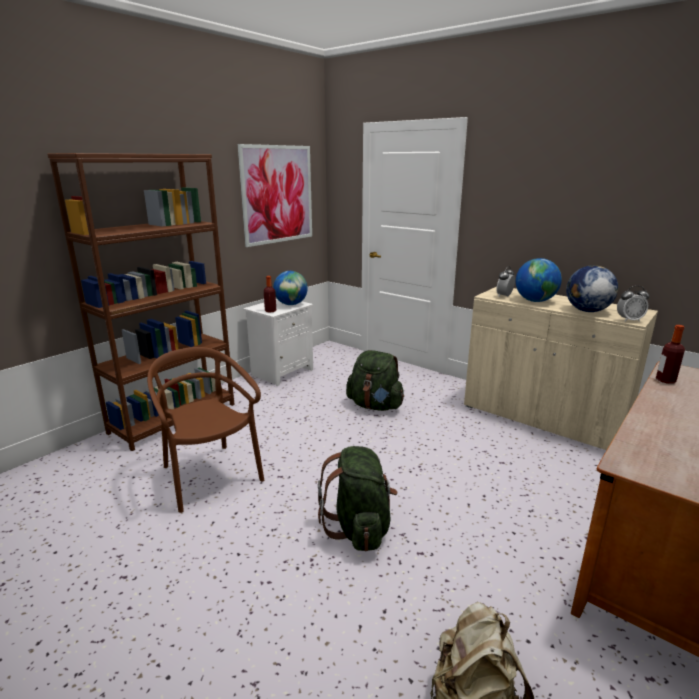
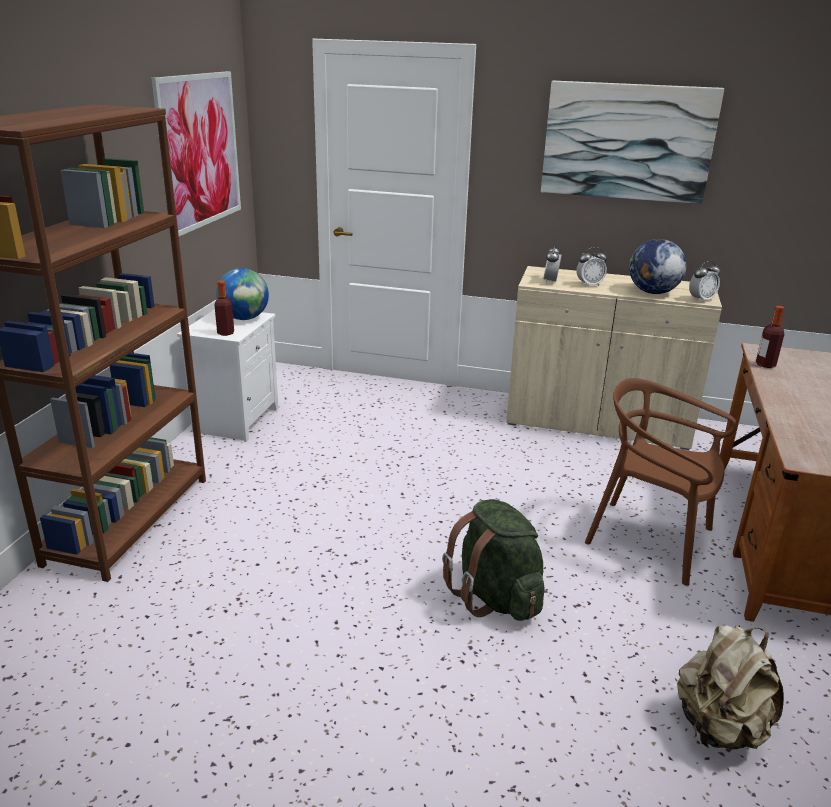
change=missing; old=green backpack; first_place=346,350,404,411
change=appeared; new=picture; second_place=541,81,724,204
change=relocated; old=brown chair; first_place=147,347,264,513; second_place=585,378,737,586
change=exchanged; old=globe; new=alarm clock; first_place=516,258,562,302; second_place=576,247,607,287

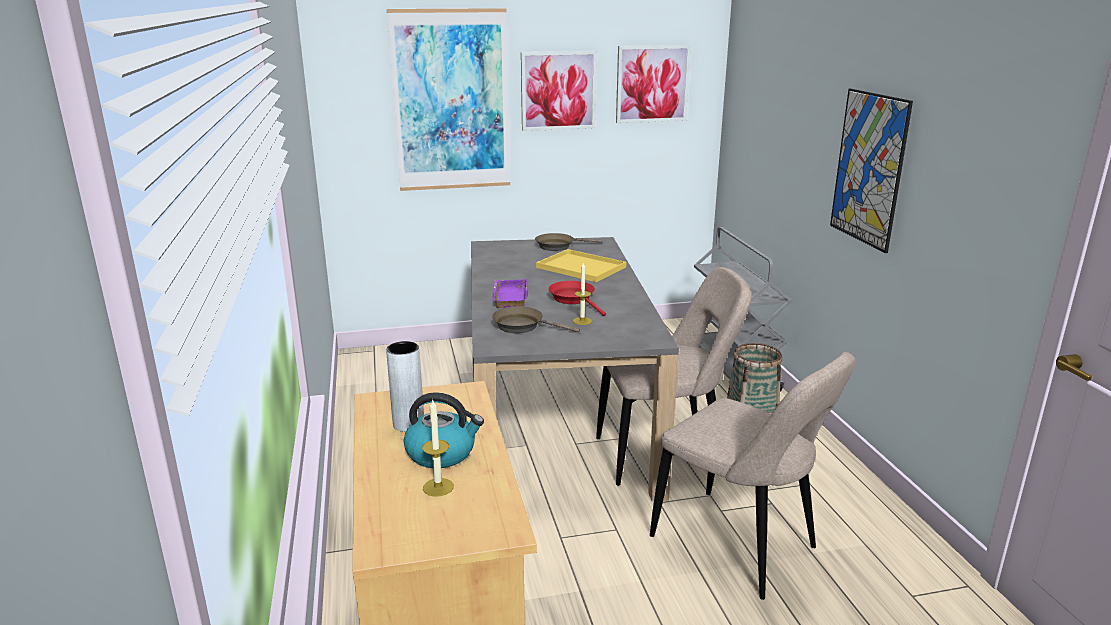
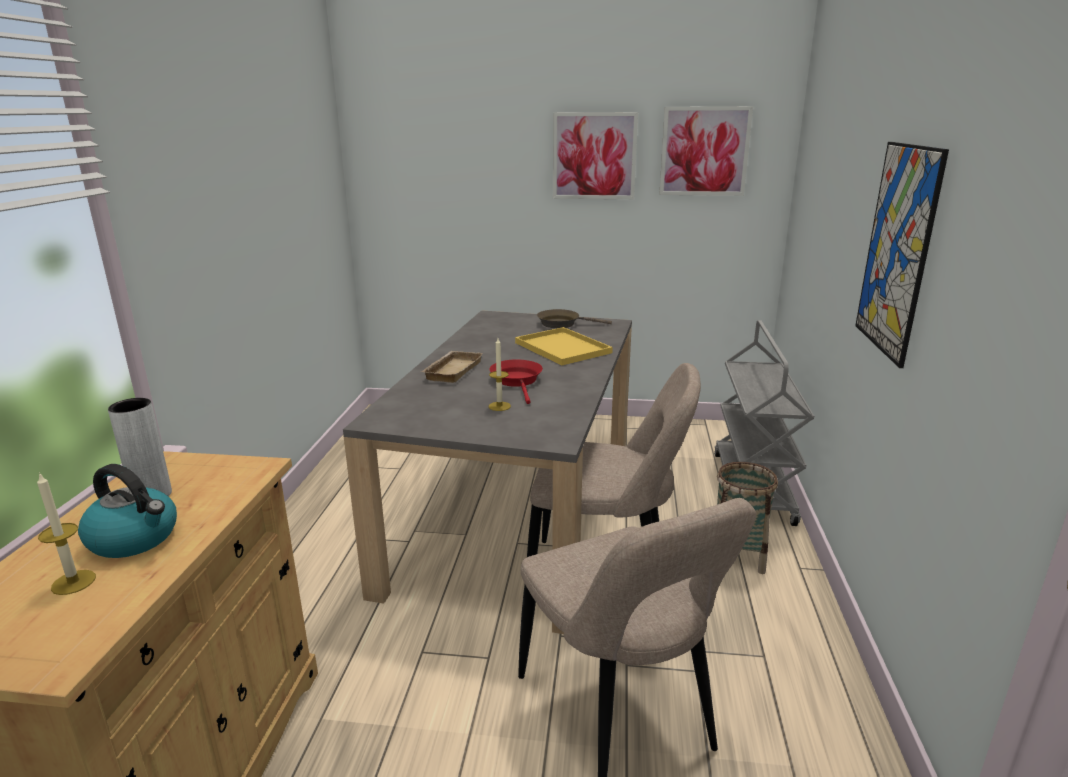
change=missing; old=picture; first_place=387,8,510,191
change=missing; old=brown frying pan; first_place=492,306,580,333
change=colour; old=purple tray; new=beige tray; first_place=492,279,527,308; second_place=421,351,483,383

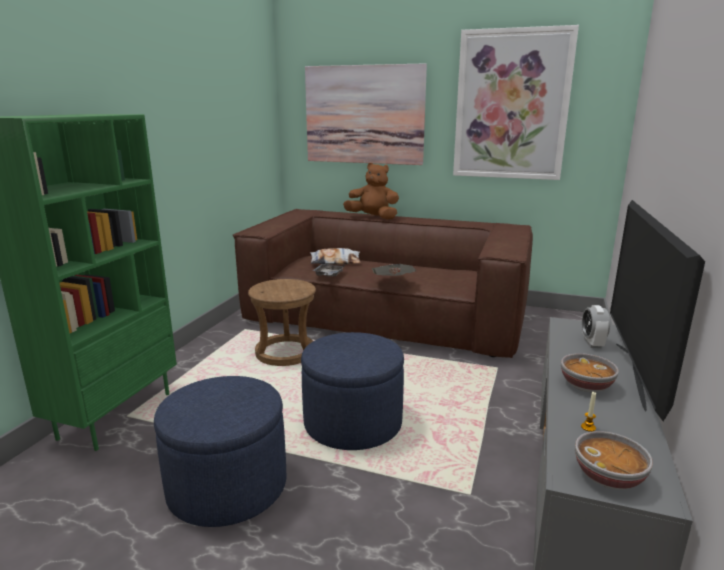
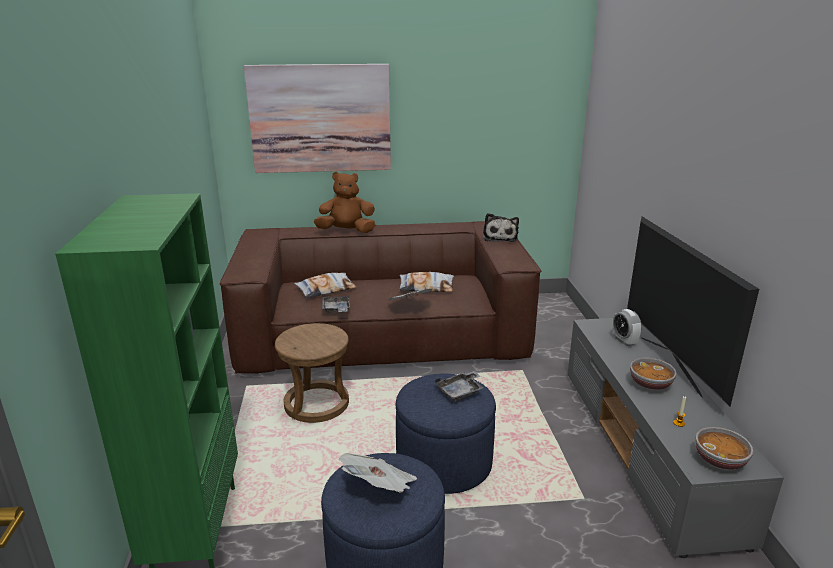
change=missing; old=picture; first_place=453,25,579,180
change=appeared; new=newspaper; second_place=339,453,417,492
change=appeared; new=pillow; second_place=399,272,454,292
change=appeared; new=grey tray; second_place=435,371,484,401
change=appeared; new=plush toy; second_place=483,213,519,242

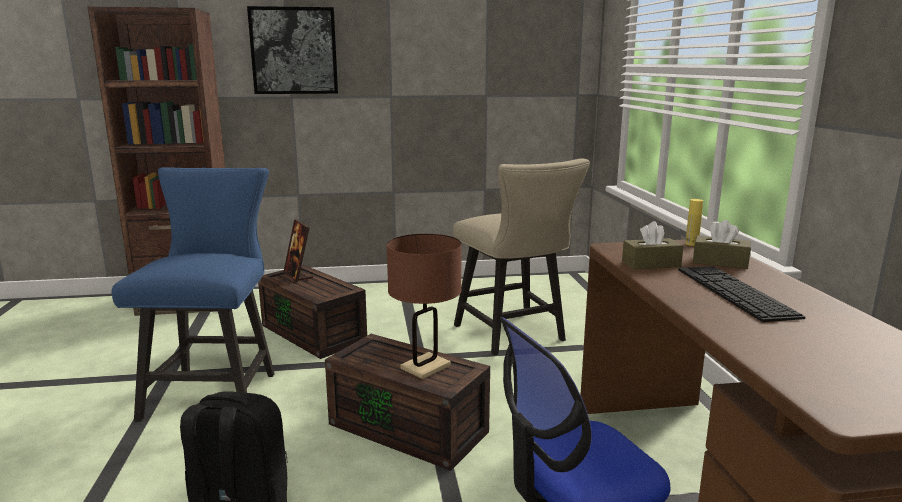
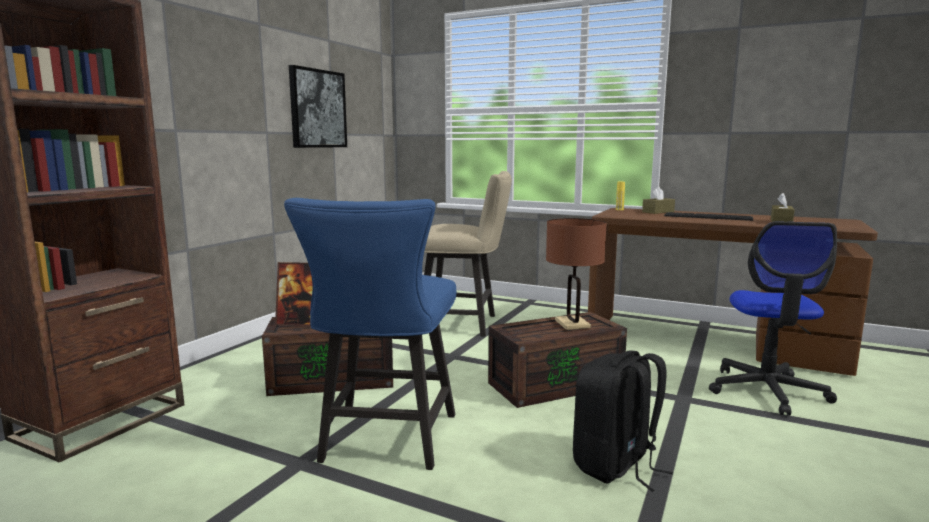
change=relocated; old=picture; first_place=247,6,338,94; second_place=289,65,347,148
change=relocated; old=brown tissue box; first_place=622,221,684,270; second_place=771,193,795,222
change=spun; old=blue chair; first_place=112,167,275,422; second_place=284,198,456,470; degrees=-120

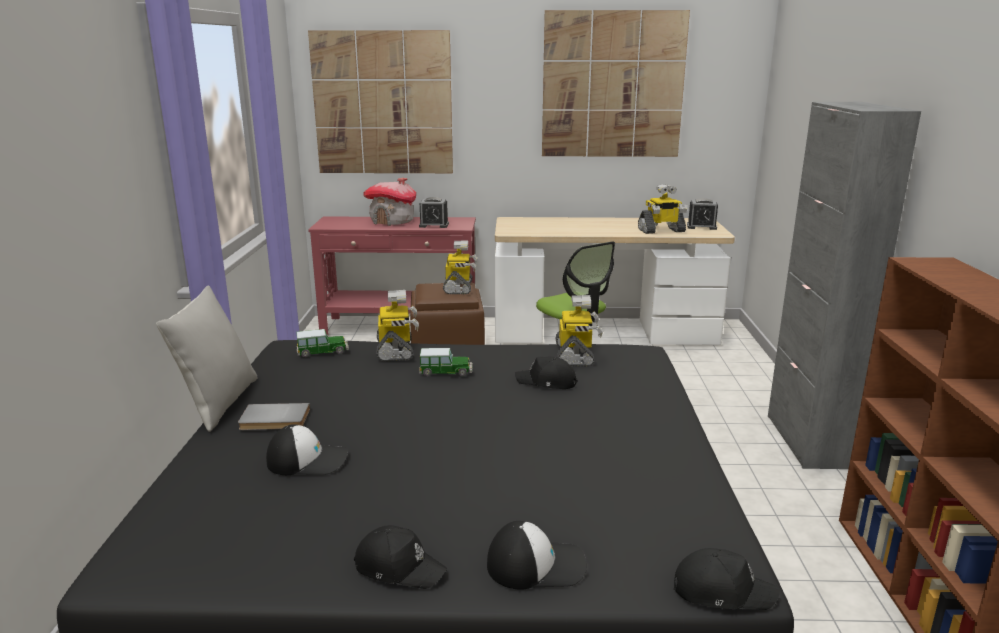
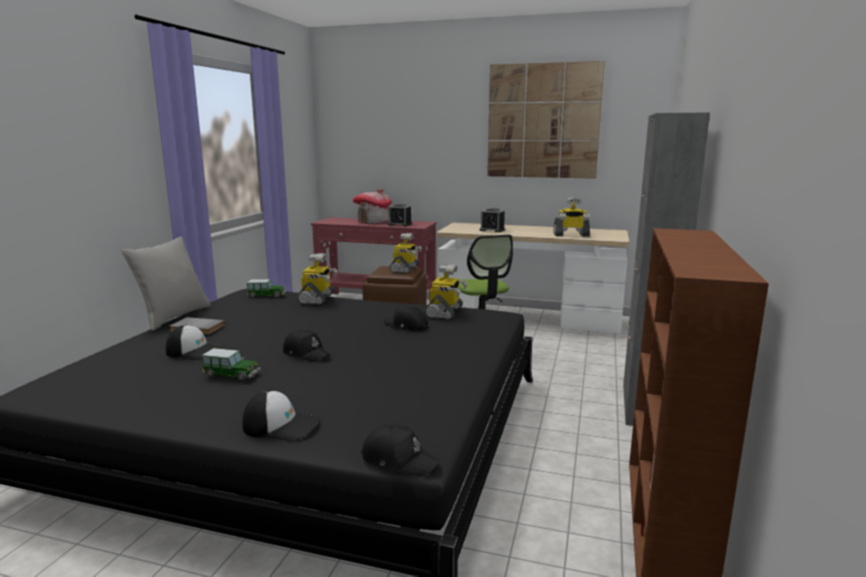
change=missing; old=picture; first_place=308,30,453,173
change=relocated; old=black cap; first_place=354,525,447,589; second_place=283,329,330,362
change=relocated; old=toy car; first_place=419,348,473,376; second_place=202,348,261,381
change=relocated; old=alarm clock; first_place=687,198,718,230; second_place=480,208,505,232

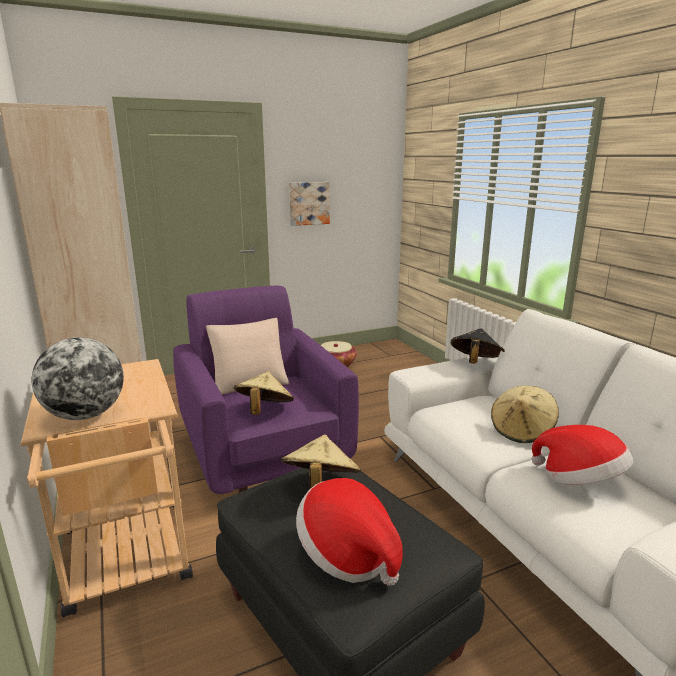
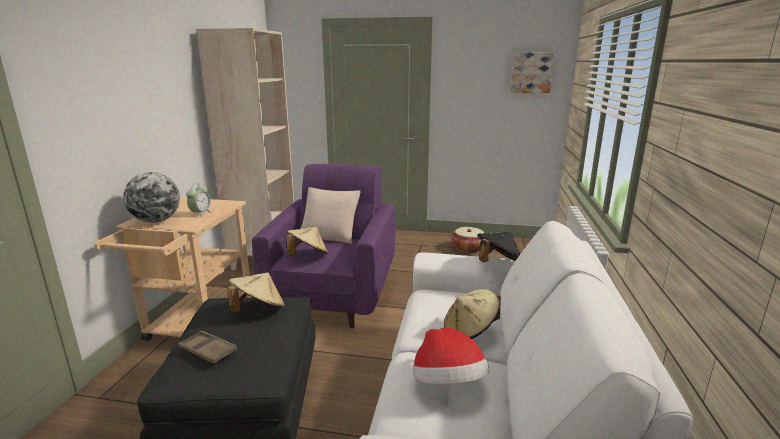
change=appeared; new=alarm clock; second_place=186,183,212,218
change=relocated; old=picture; first_place=289,182,330,226; second_place=511,53,554,93
change=exchanged; old=hat; new=brown tray; first_place=296,478,403,586; second_place=178,331,237,364

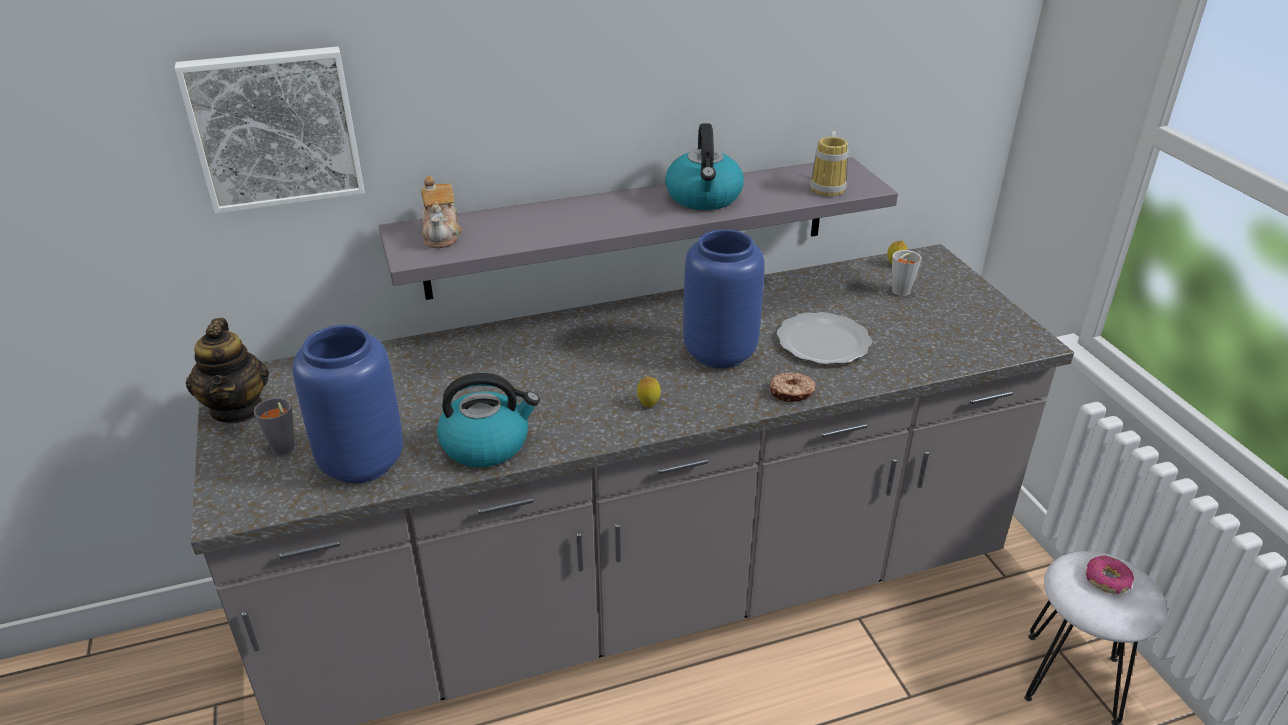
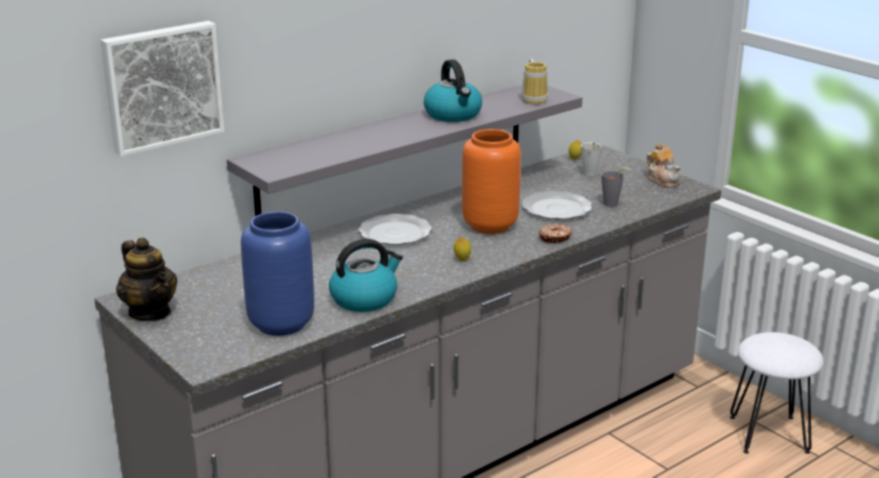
change=missing; old=donut; first_place=1086,556,1134,594
change=appeared; new=plate; second_place=358,214,432,245
change=relocated; old=grey cup; first_place=253,397,295,454; second_place=601,168,632,207
change=relocated; old=teapot; first_place=421,176,462,248; second_place=646,143,681,188
change=colour; old=blue vase; new=orange vase; first_place=683,229,765,368; second_place=462,129,521,234

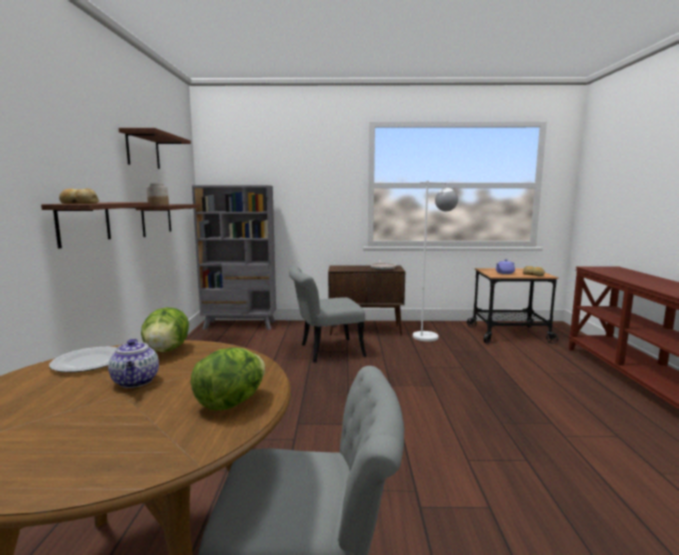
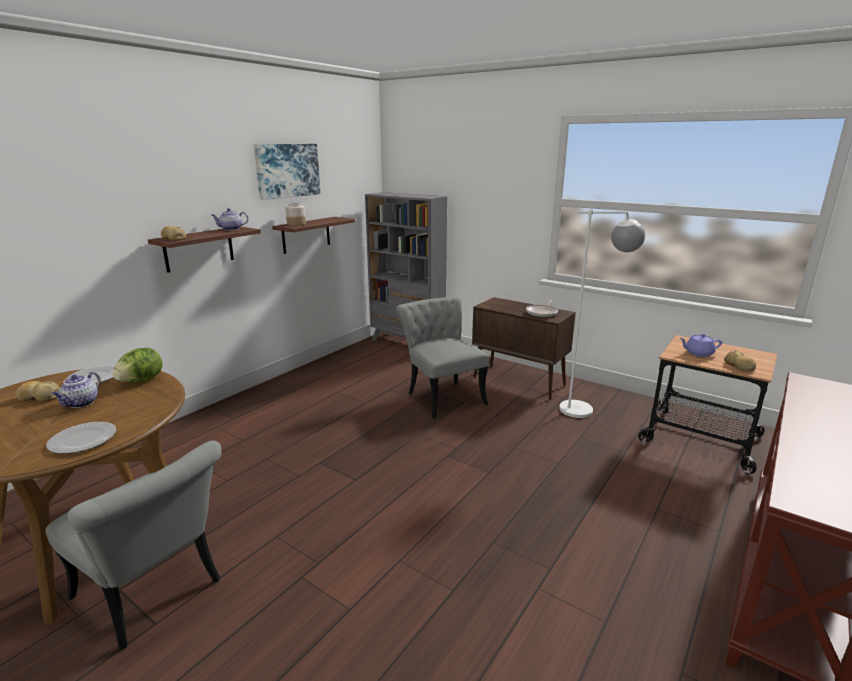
change=appeared; new=bread; second_place=16,381,60,402
change=appeared; new=teapot; second_place=212,208,248,230
change=exchanged; old=shelf; new=picture; first_place=119,128,191,169; second_place=254,144,320,200
change=exchanged; old=lettuce; new=plate; first_place=191,348,265,411; second_place=46,422,116,454
change=spun; old=grey chair; first_place=289,266,367,362; second_place=396,297,489,419; degrees=45

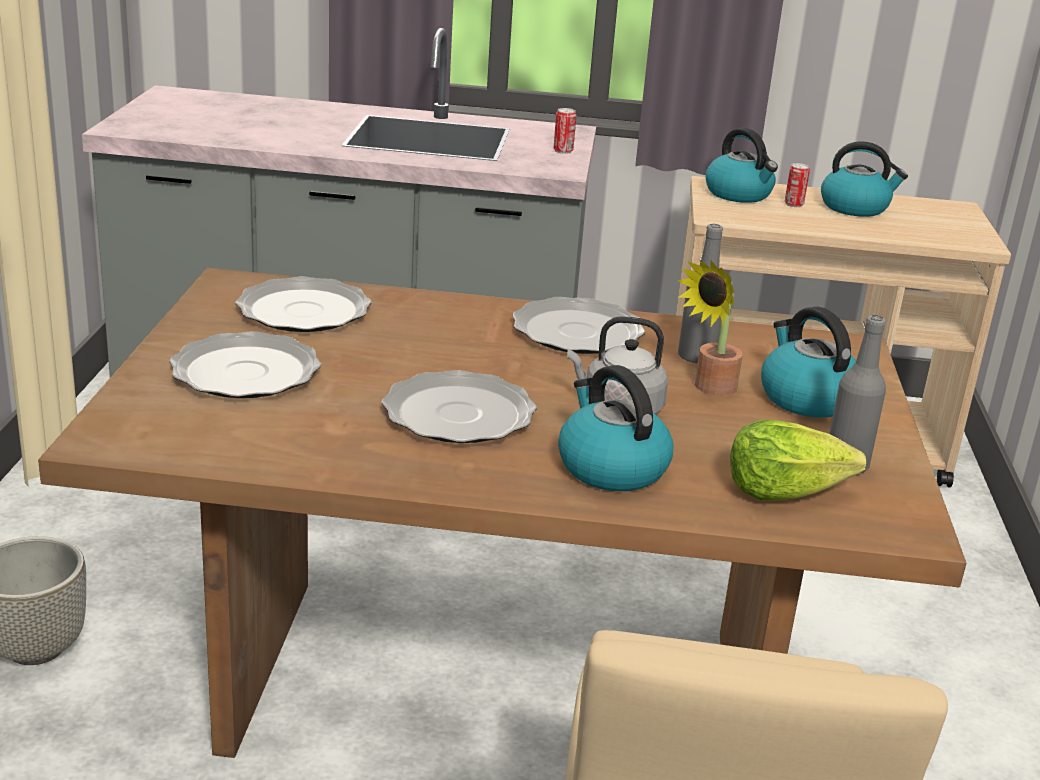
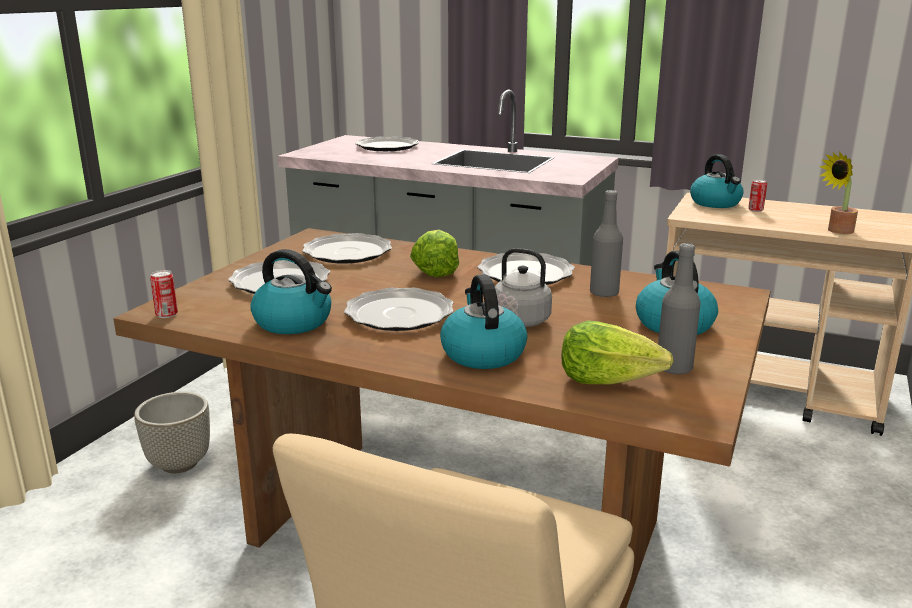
change=appeared; new=plate; second_place=356,136,418,151
change=appeared; new=lettuce; second_place=410,230,459,277
change=relocated; old=can; first_place=554,108,577,154; second_place=150,270,178,318
change=relocated; old=potted plant; first_place=678,259,743,396; second_place=819,152,858,234
change=relocated; old=kettle; first_place=821,141,908,217; second_place=250,249,332,334

